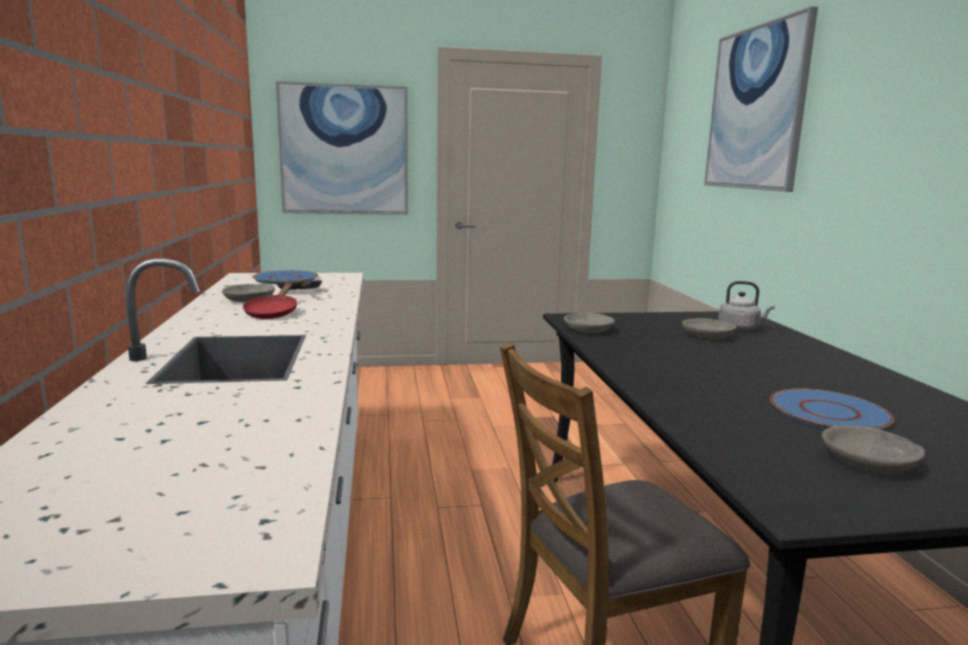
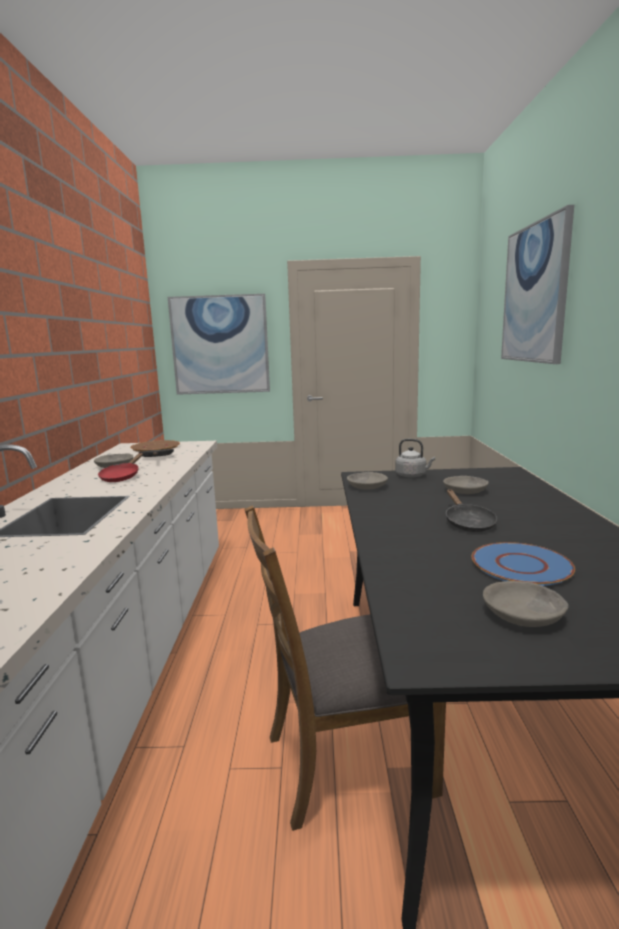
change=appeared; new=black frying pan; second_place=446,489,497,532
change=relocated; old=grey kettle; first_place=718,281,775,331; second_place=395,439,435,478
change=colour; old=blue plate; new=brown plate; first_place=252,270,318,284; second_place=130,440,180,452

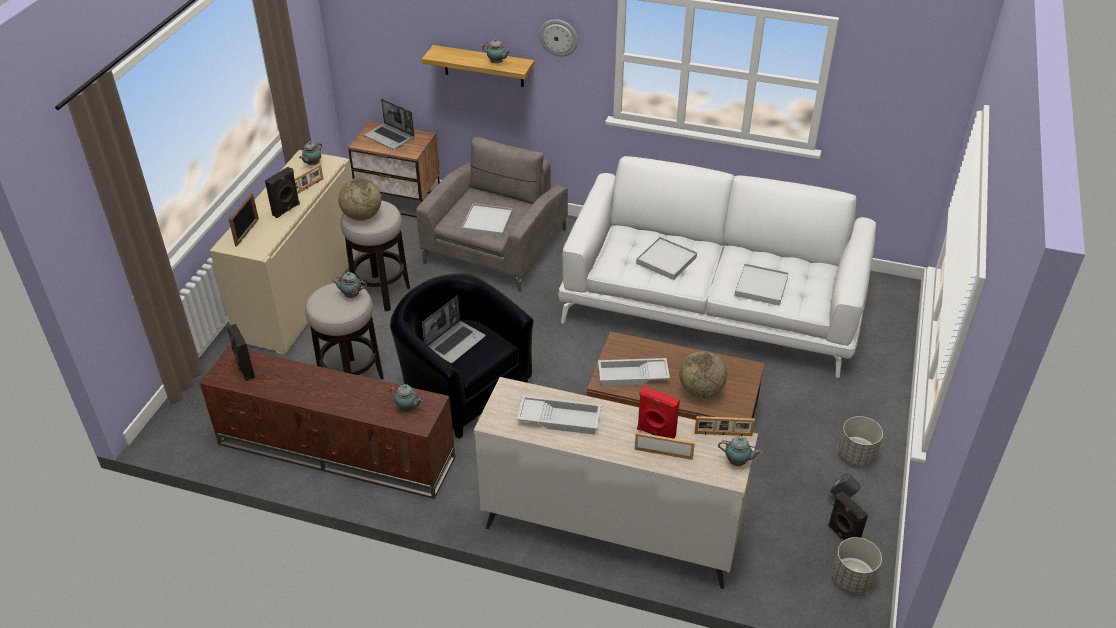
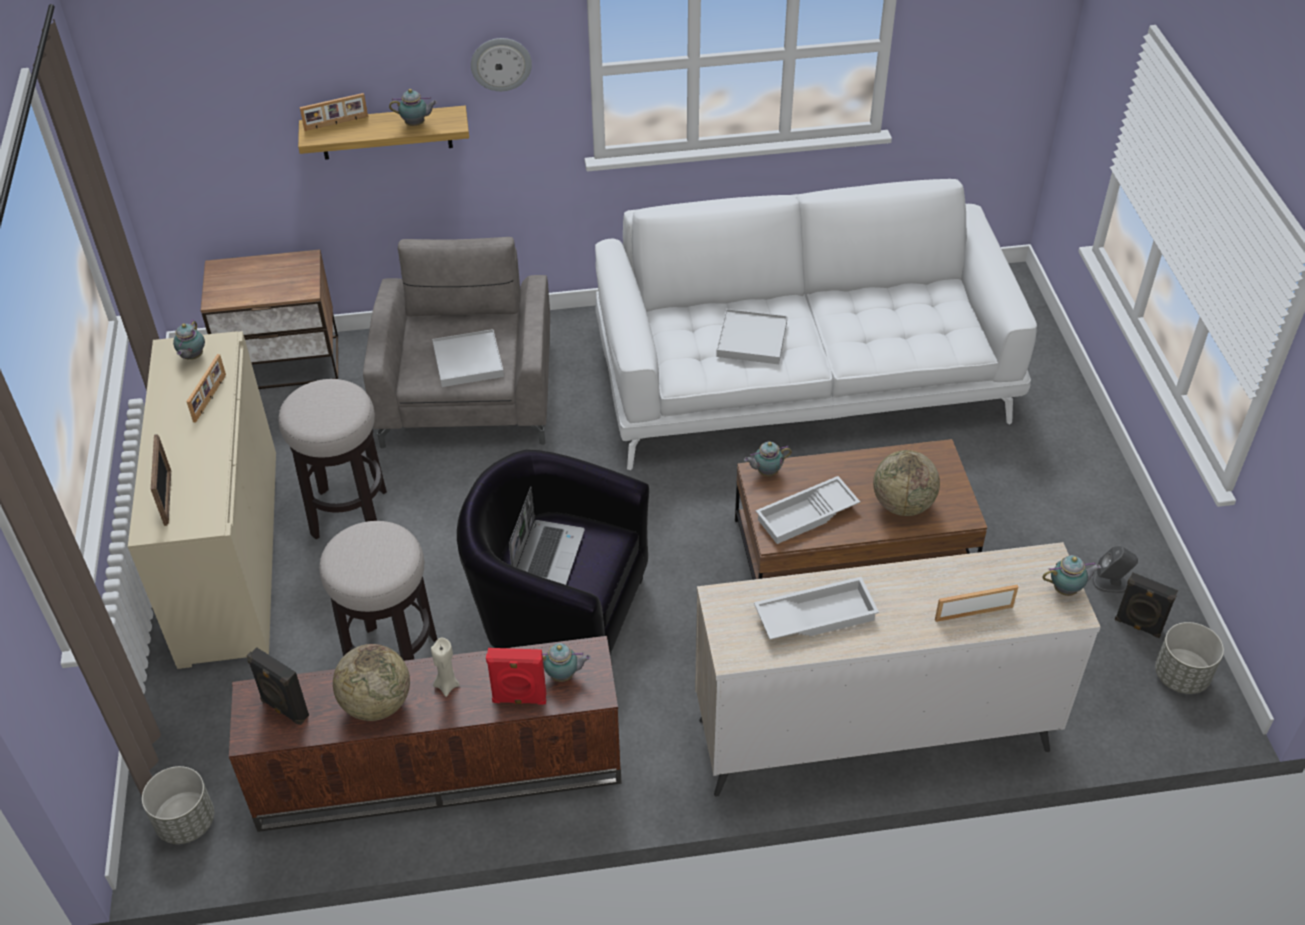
change=missing; old=black speaker; first_place=265,167,300,218
change=missing; old=laptop; first_place=364,99,415,150
change=missing; old=white tray; first_place=734,263,789,306
change=appeared; new=beige candle; second_place=431,638,460,697
change=relocated; old=teapot; first_place=331,272,367,298; second_place=744,442,792,476
change=relocated; old=globe; first_place=338,178,381,221; second_place=333,644,410,721
change=relocated; old=red speaker; first_place=637,386,680,439; second_place=486,648,546,705
change=relocated; old=picture frame; first_place=694,416,755,436; second_place=300,93,368,131
change=relocated; old=grey planter; first_place=838,416,883,466; second_place=142,766,214,844

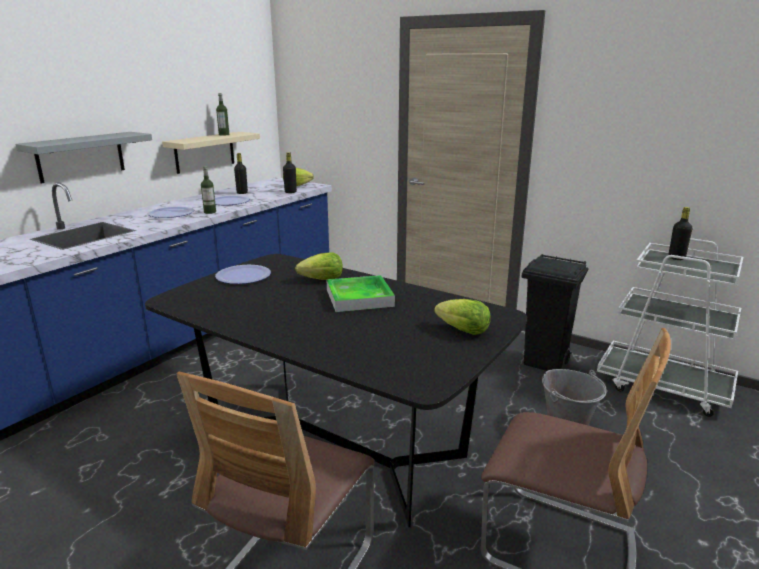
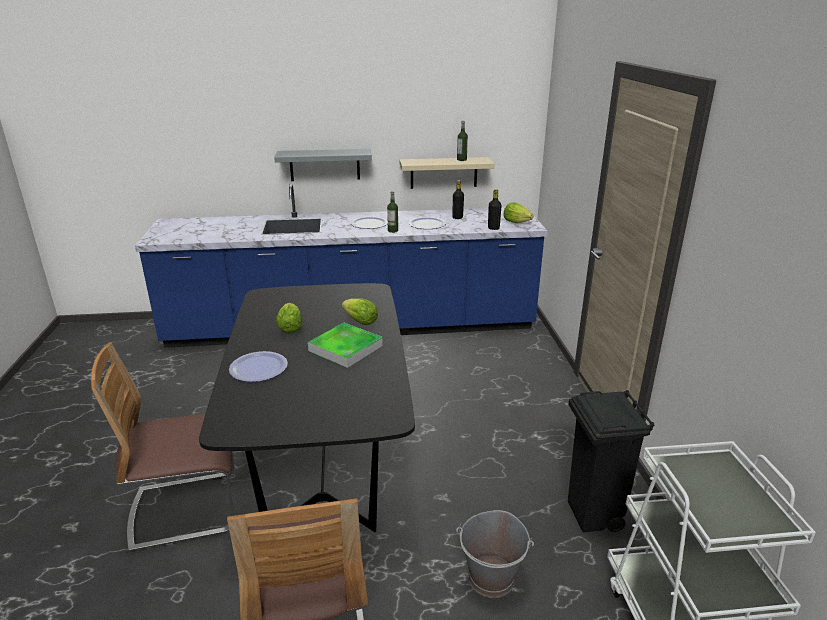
change=missing; old=black bottle; first_place=668,207,692,260
change=relocated; old=plate; first_place=215,265,271,284; second_place=229,351,288,382
change=relocated; old=lettuce; first_place=434,299,491,335; second_place=276,303,302,333

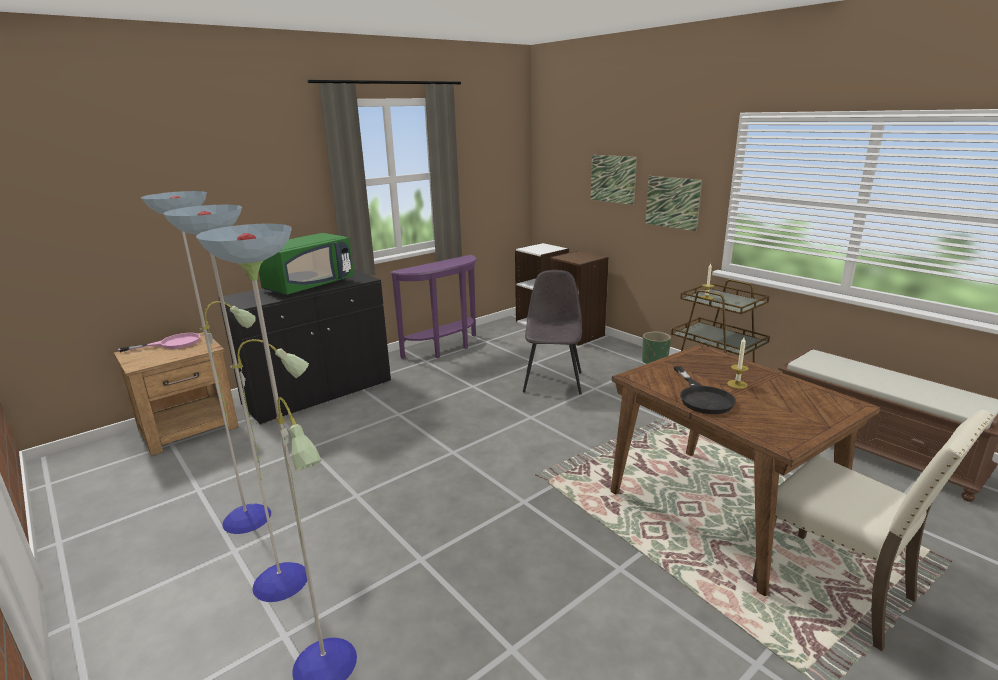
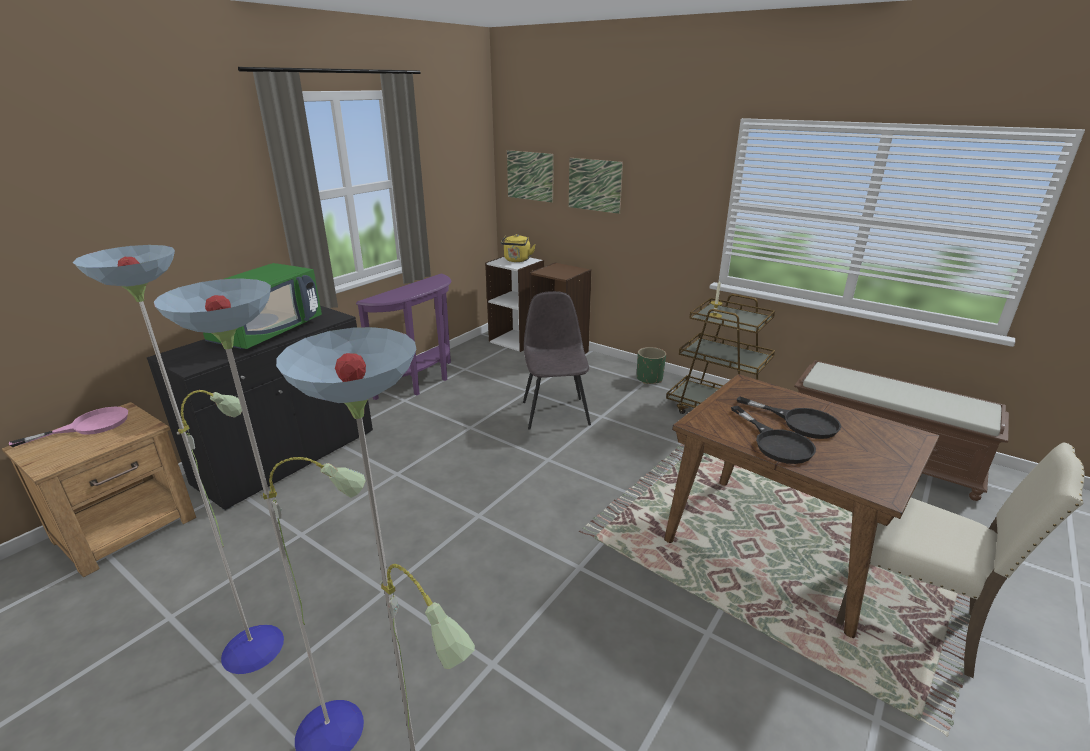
change=appeared; new=yellow kettle; second_place=501,234,535,262
change=relocated; old=picture; first_place=645,176,702,231; second_place=507,150,554,203
change=exchanged; old=candle; new=black frying pan; first_place=727,338,749,389; second_place=737,397,841,439

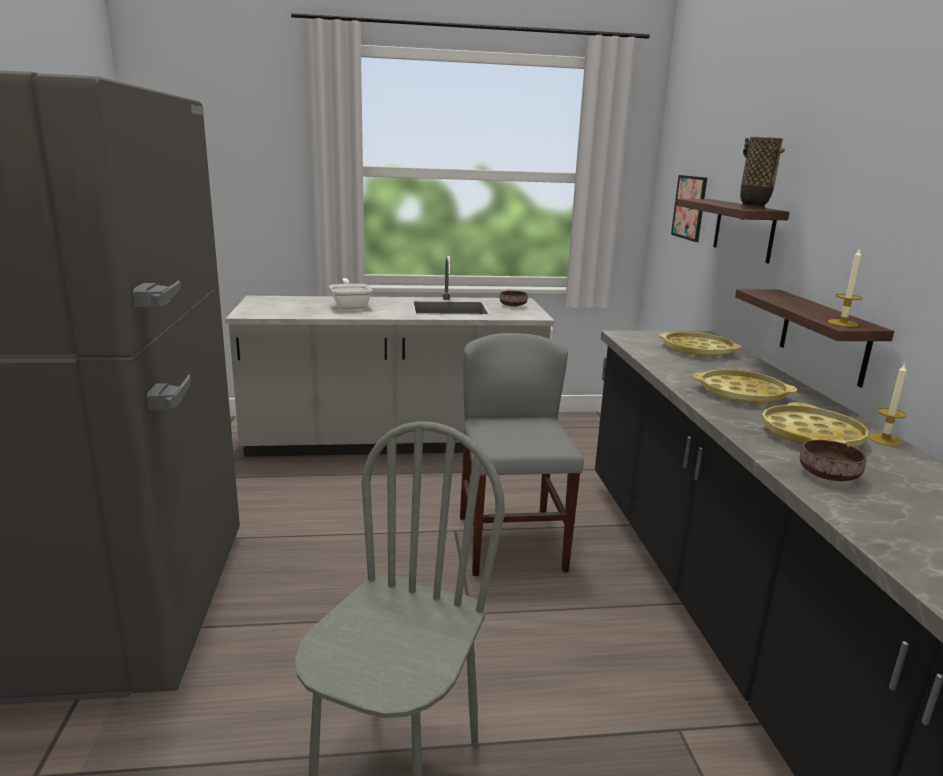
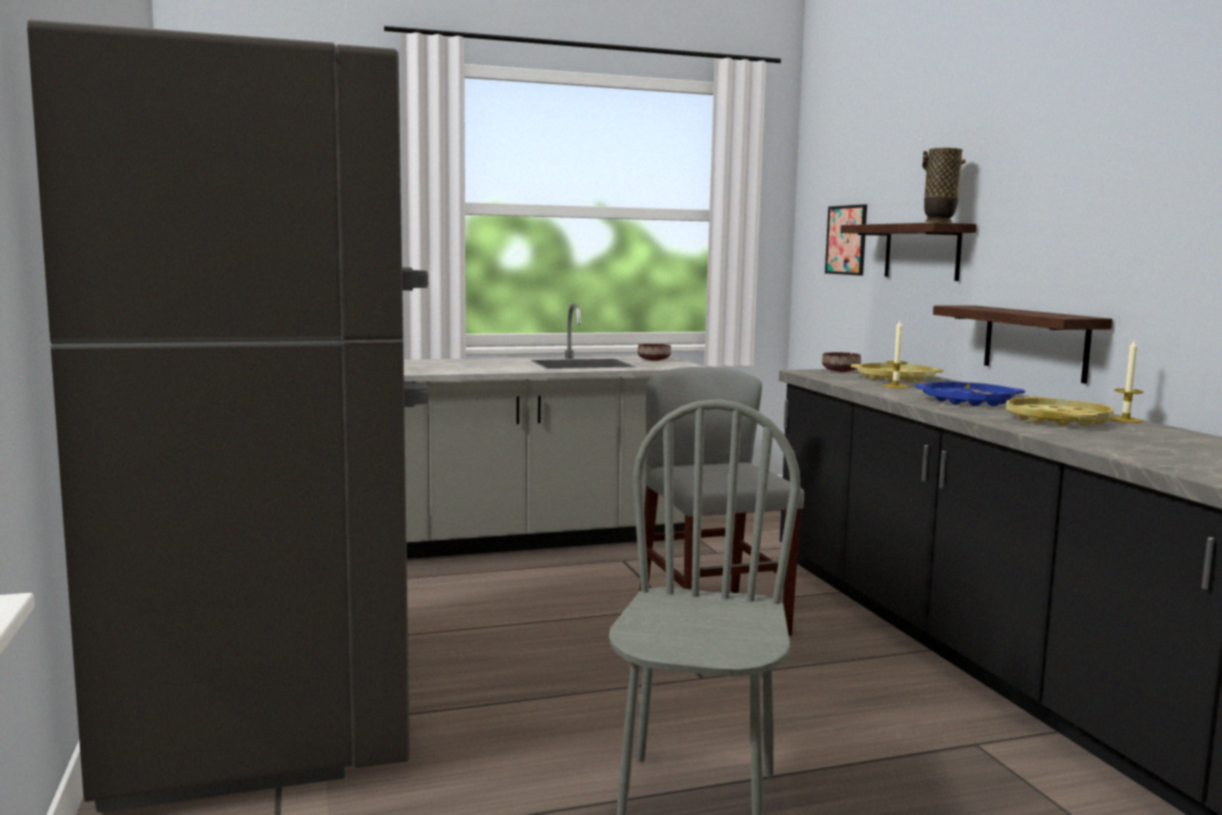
change=missing; old=frying pan; first_place=329,278,373,310
change=relocated; old=brown bowl; first_place=800,440,867,481; second_place=822,352,861,372
change=relocated; old=candle; first_place=828,248,862,327; second_place=883,320,908,388
change=colour; old=yellow tray; new=blue tray; first_place=693,369,797,405; second_place=915,382,1025,406

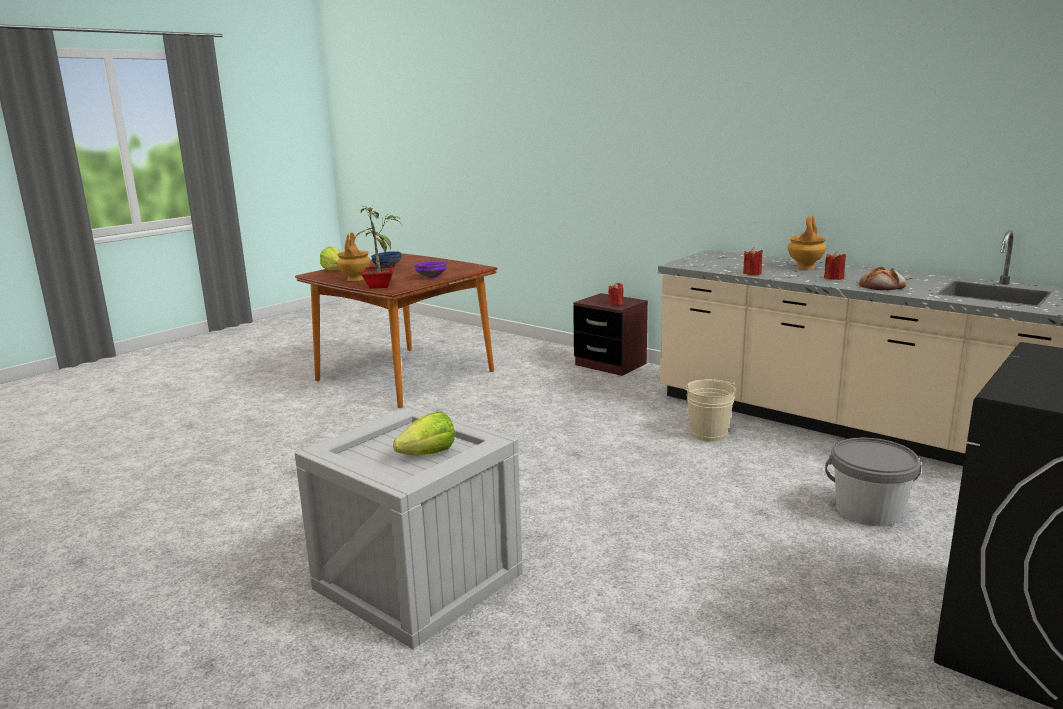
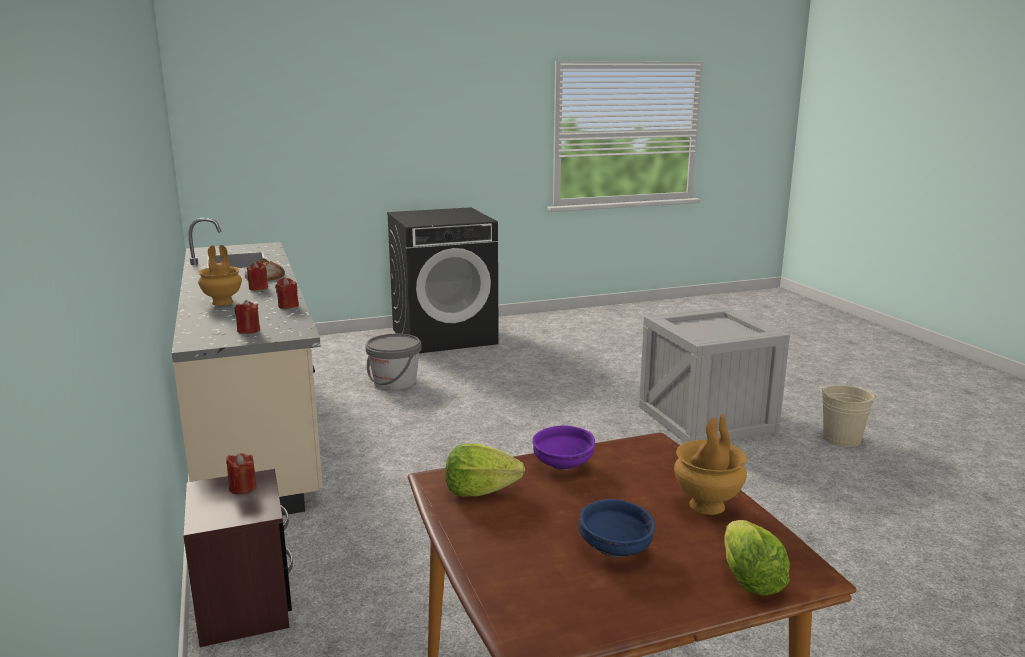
change=missing; old=potted plant; first_place=353,205,402,289
change=appeared; new=red candle; second_place=235,300,260,334
change=relocated; old=lettuce; first_place=393,412,455,455; second_place=446,443,525,496
change=relocated; old=beige bucket; first_place=684,379,735,442; second_place=820,385,878,447

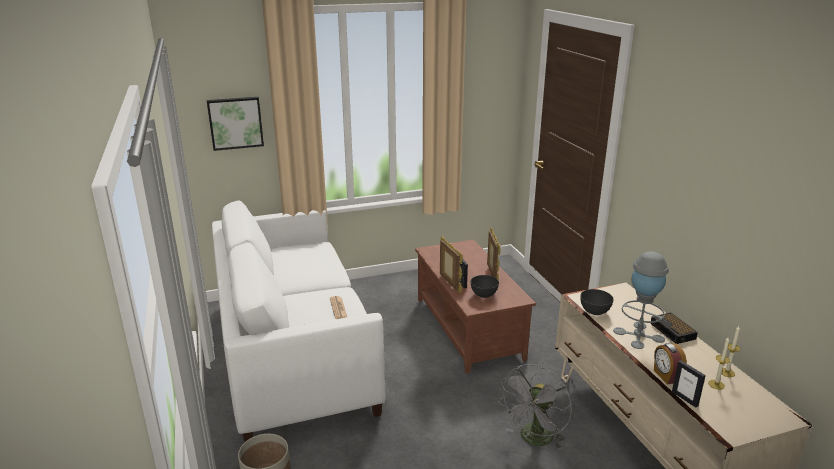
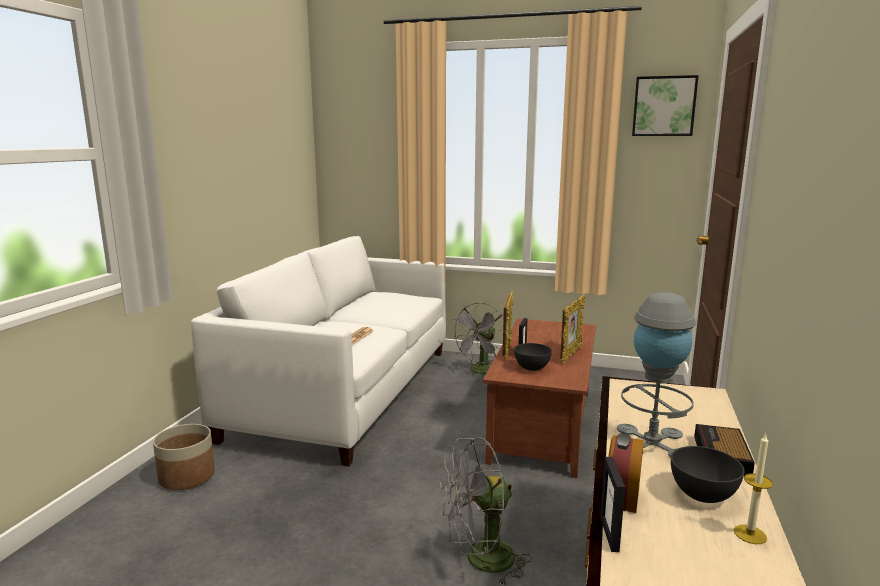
change=missing; old=candle; first_place=708,337,730,390
change=appeared; new=grey fan; second_place=452,302,504,374
change=relocated; old=picture; first_place=207,97,264,151; second_place=632,75,699,136
change=relocated; old=grey bowl; first_place=580,289,614,315; second_place=671,446,745,503

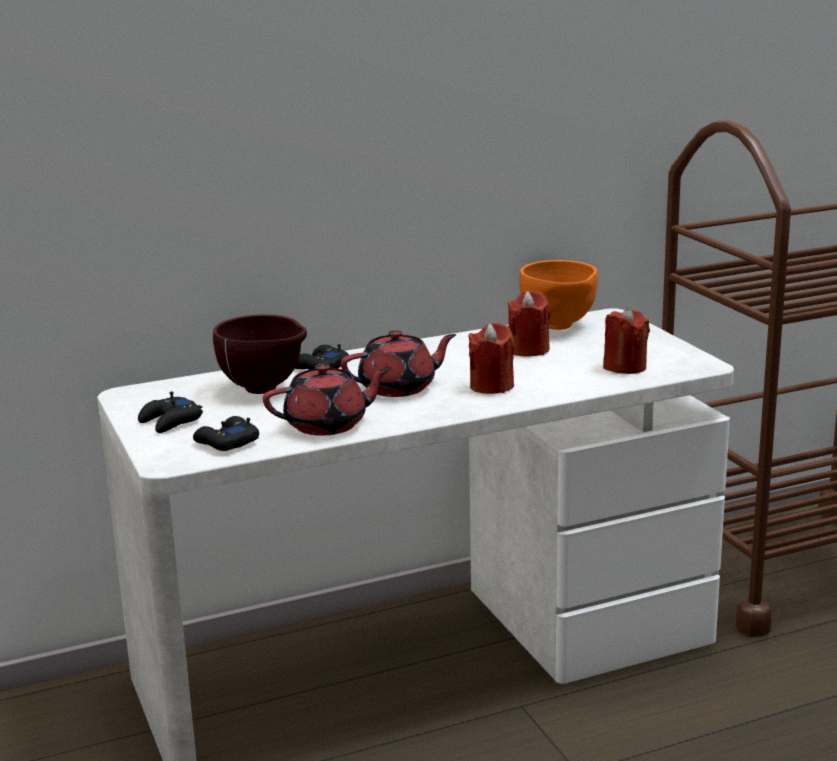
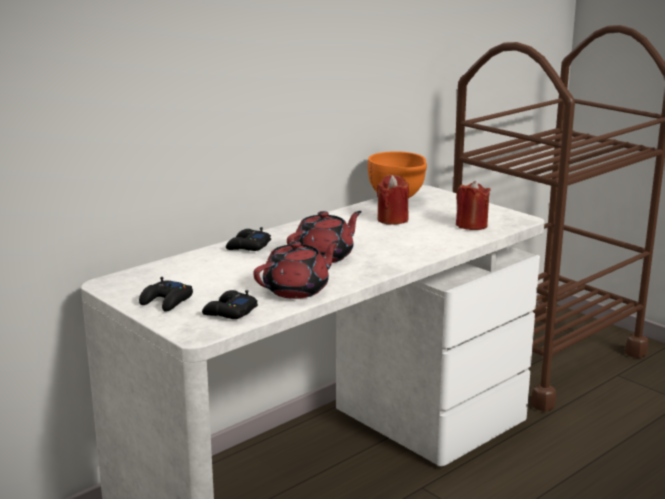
change=missing; old=brown bowl; first_place=213,314,307,394
change=missing; old=red candle; first_place=468,323,515,394

